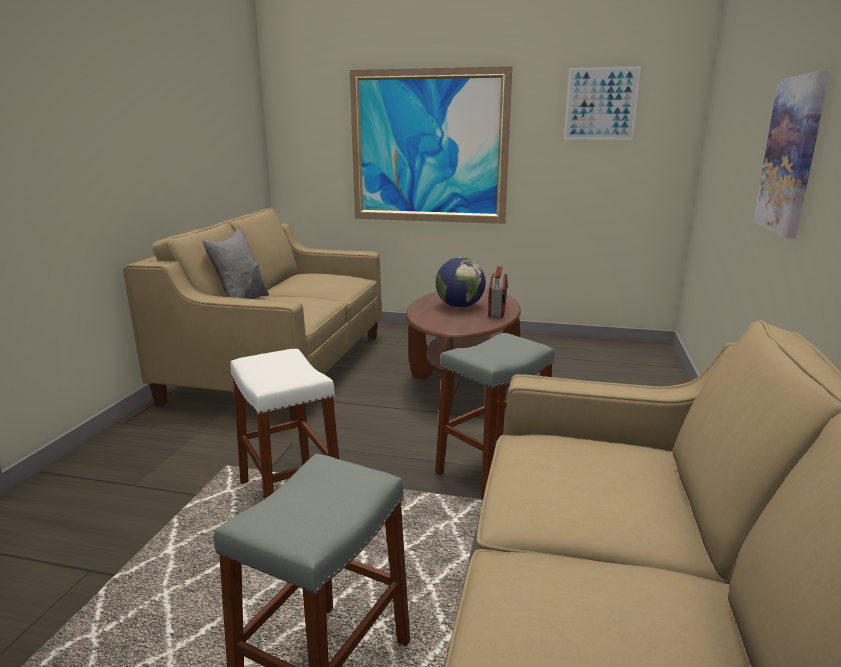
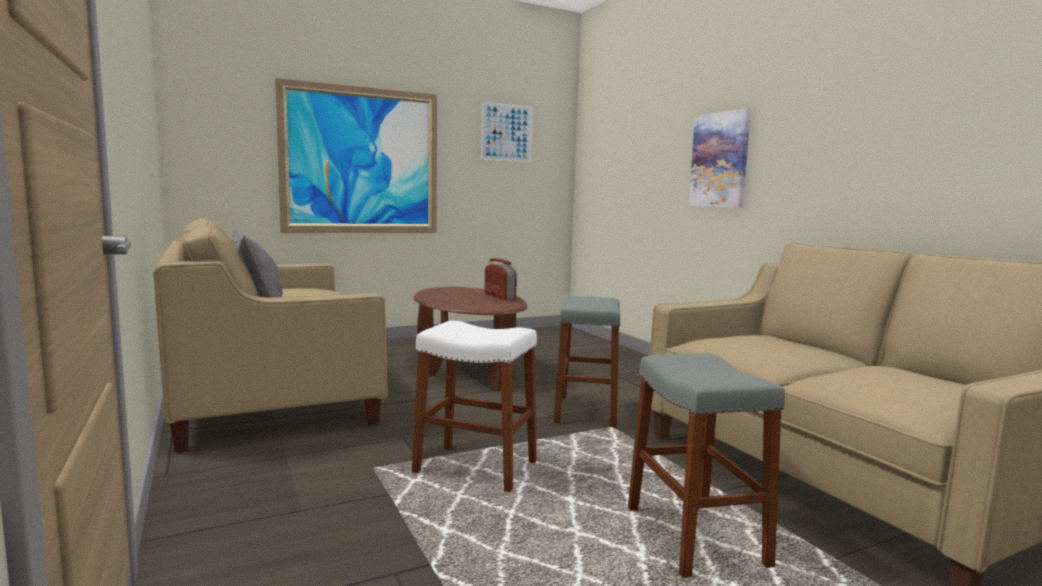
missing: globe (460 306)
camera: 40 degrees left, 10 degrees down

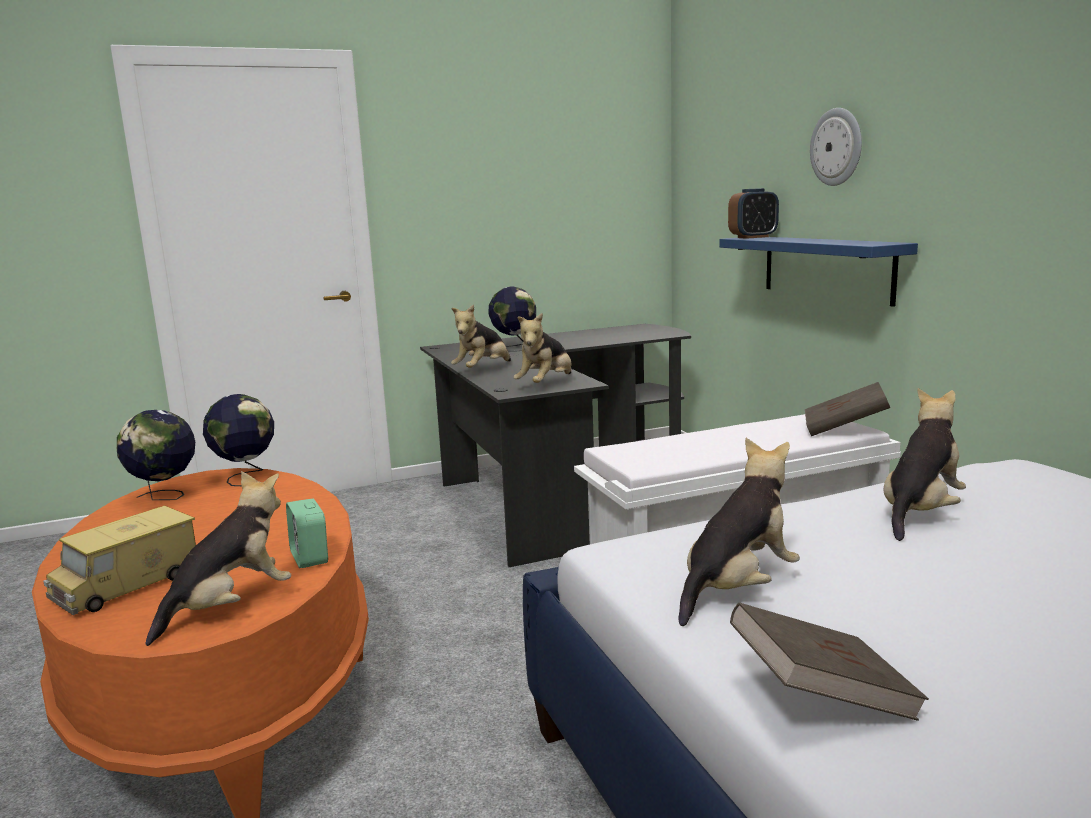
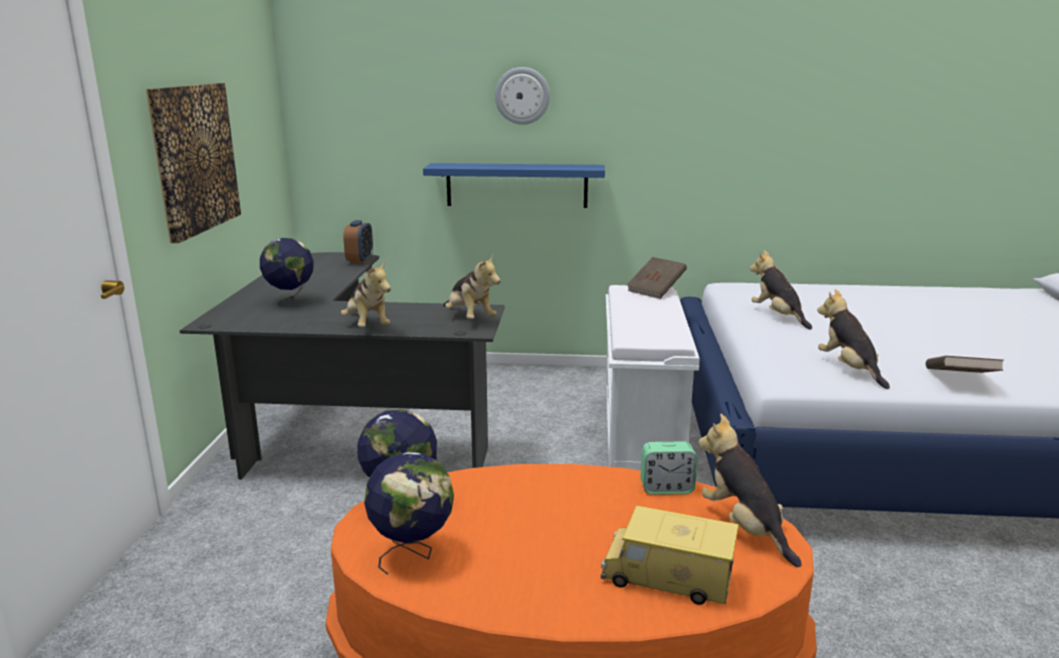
appeared: tableau (194 158)
relocated: réveil (753 237) to (360 260)
spun: camion jouet (127 585) = (667 578) 135 degrees clockwise
camera: 65 degrees left, 5 degrees up

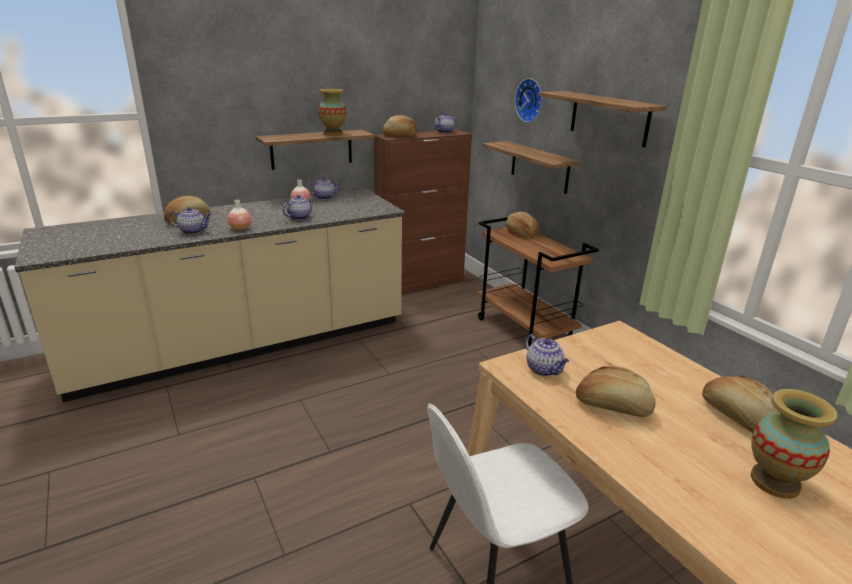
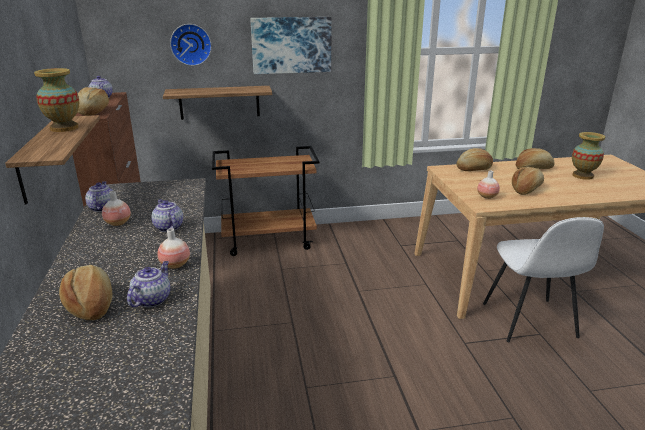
relocated: pain (521 232) to (474 169)
exchanged: théière (544 370) to vase (487 196); étagère (609 118) to tableau (291 45)
camera: 70 degrees left, 0 degrees up

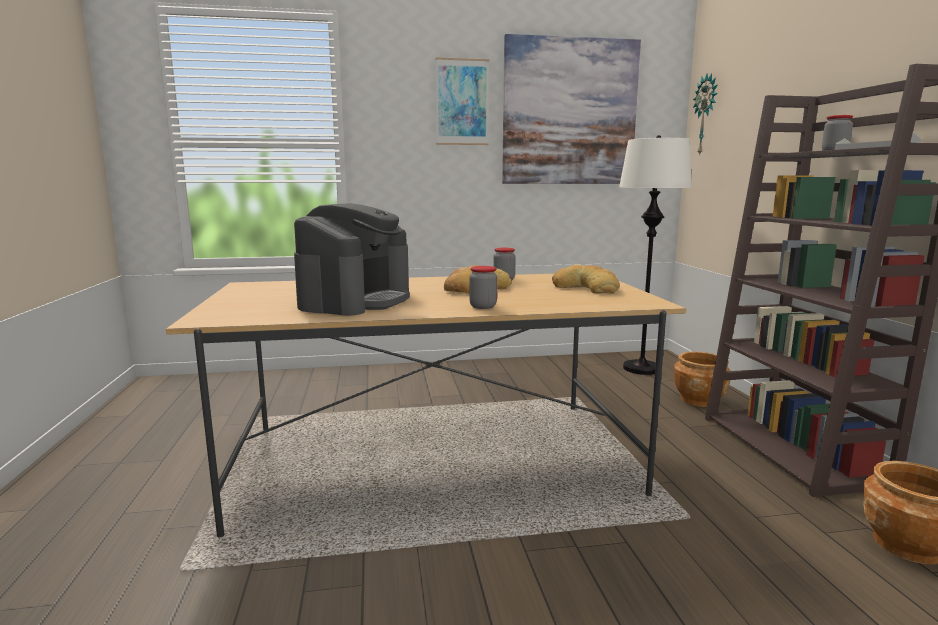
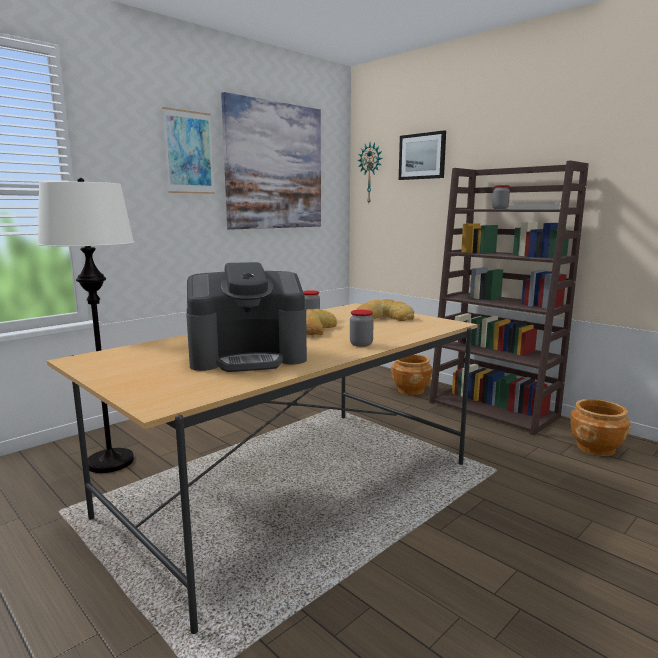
appeared: tableau (422 156)
relocated: lampadaire/blanc (641 368) to (110 462)
spun: machine à café (356 301) = (248 357) 90 degrees clockwise
camera: 35 degrees left, 0 degrees up

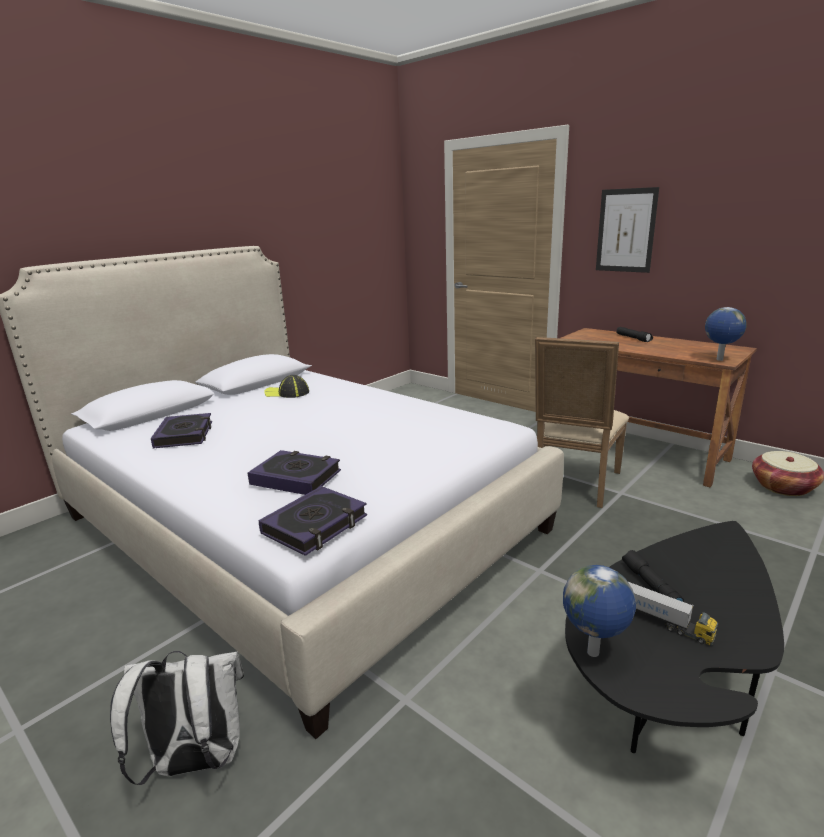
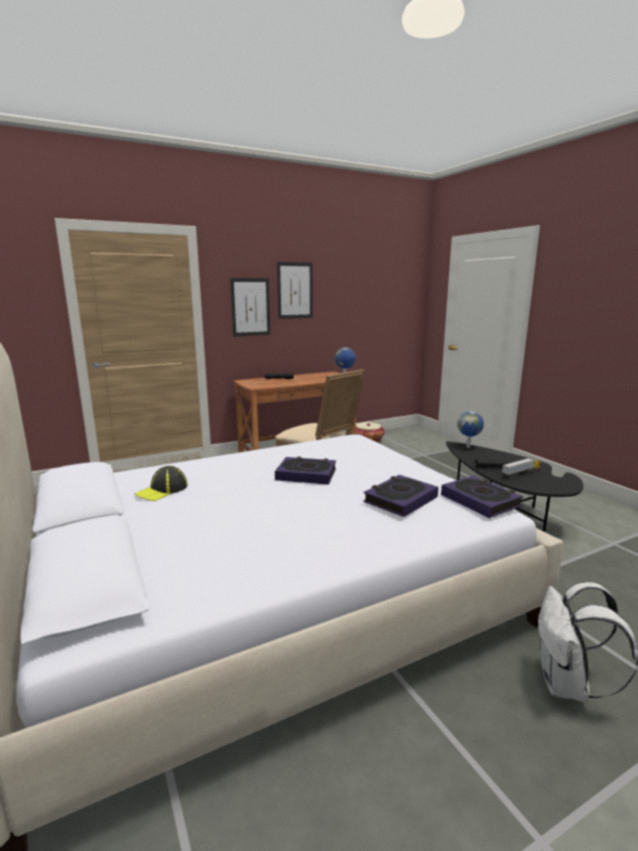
appeared: tableau (295 290)
relocated: livre (184 435) to (306 475); globe (594 654) to (468 447)
camera: 70 degrees left, 5 degrees down

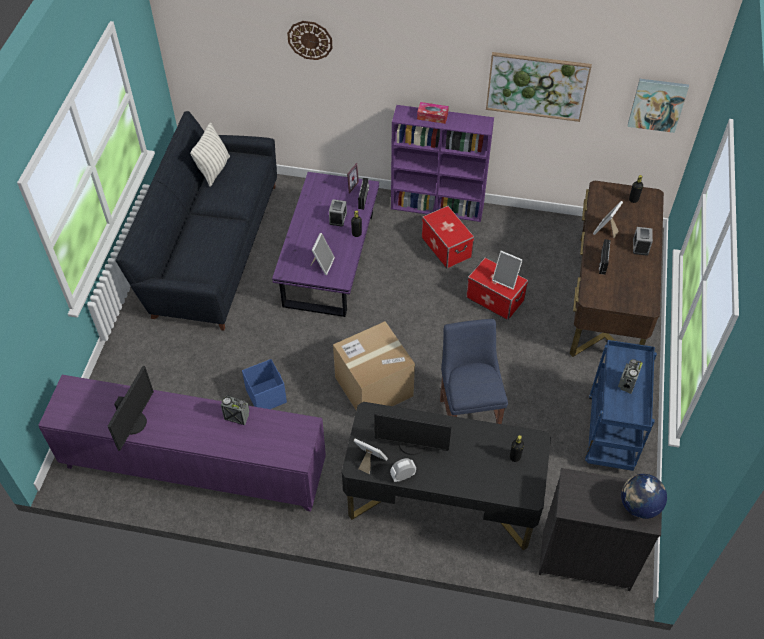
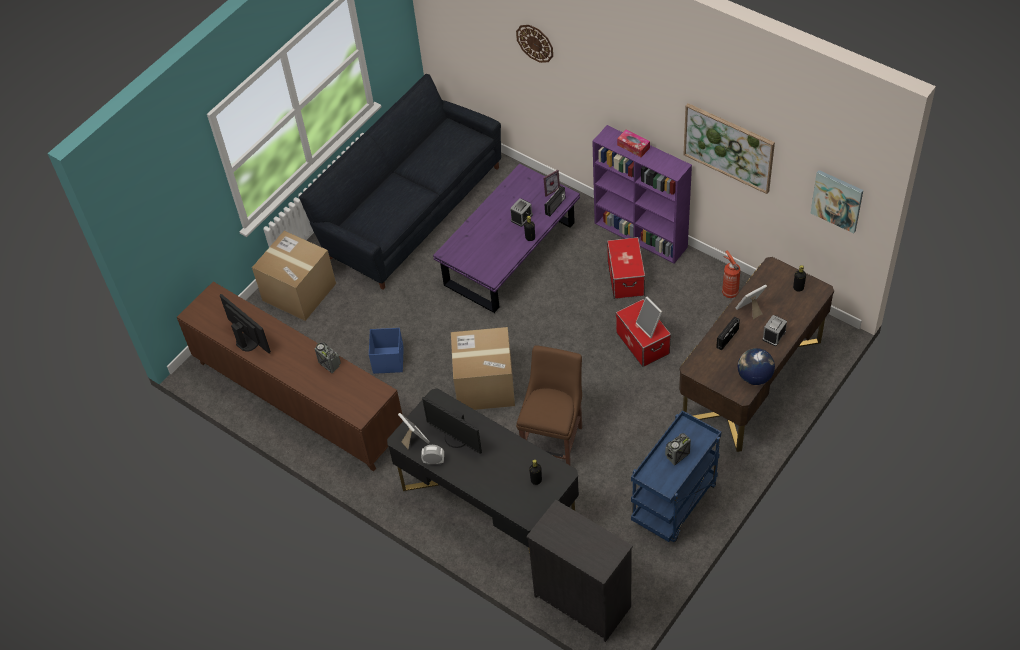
missing: coussin (214 170); cadre photo (322 264)
appeared: carton (299 292); extincteur (729 292)
relocated: globe (639 506) to (754 377)
colour: meuble de rangement/violet (195 468) to meuble de rangement/marron (299 401); chaise/bleu (468 415) to chaise/marron (554 440)
spun: écran d'ordinateur (134 423) = (248 341) 90 degrees counterclockwise
camera: 30 degrees right, 0 degrees up

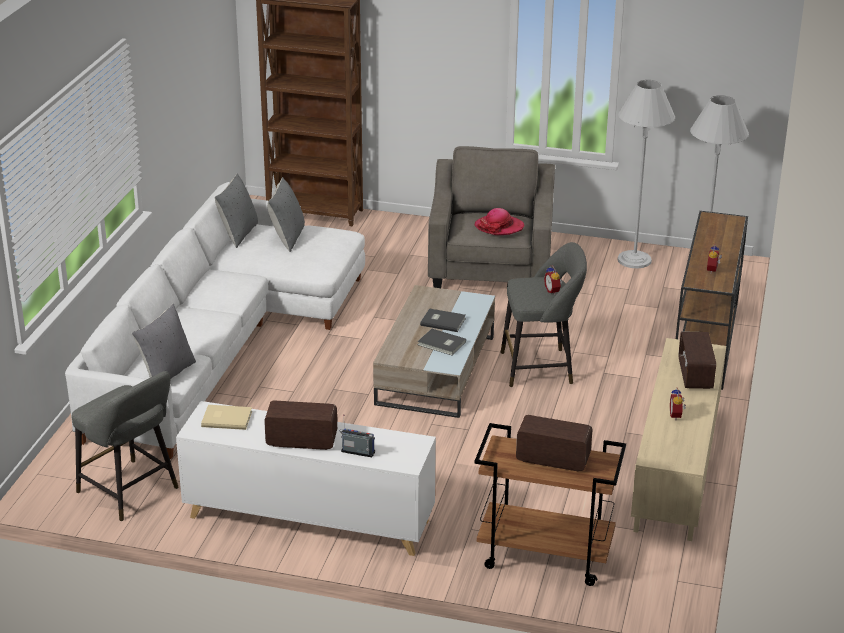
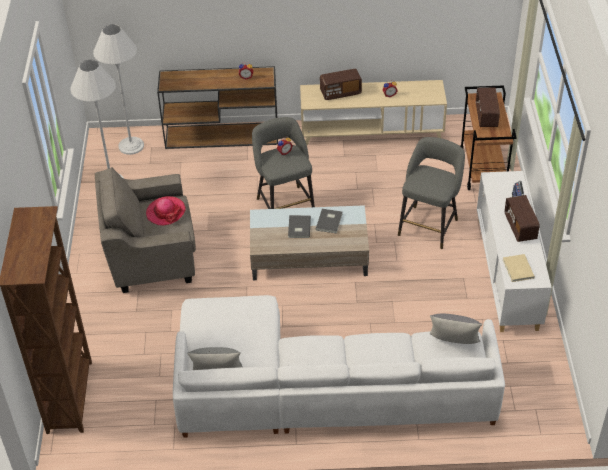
missing: coussin/gris (287 238)
relocated: tabouret/gris (131 492) to (429 225)
camera: 105 degrees left, 15 degrees up

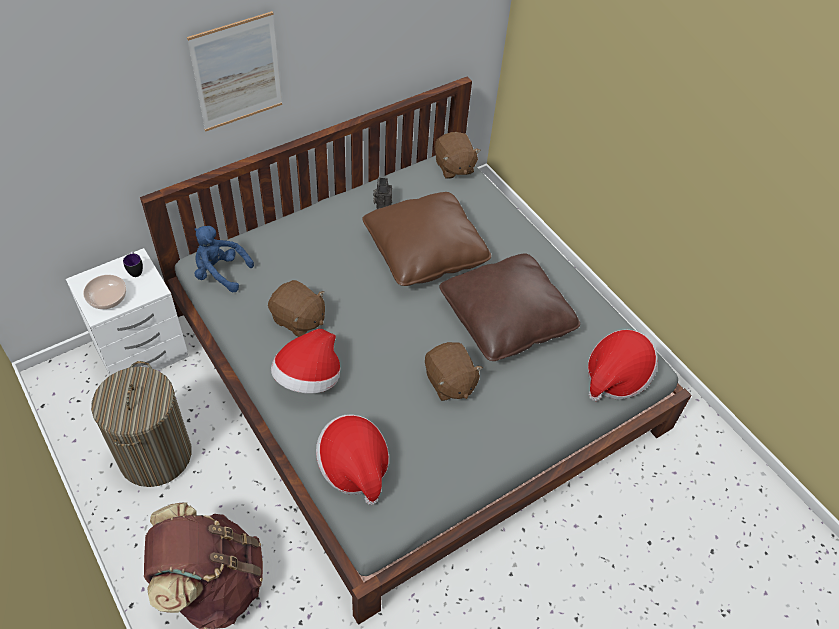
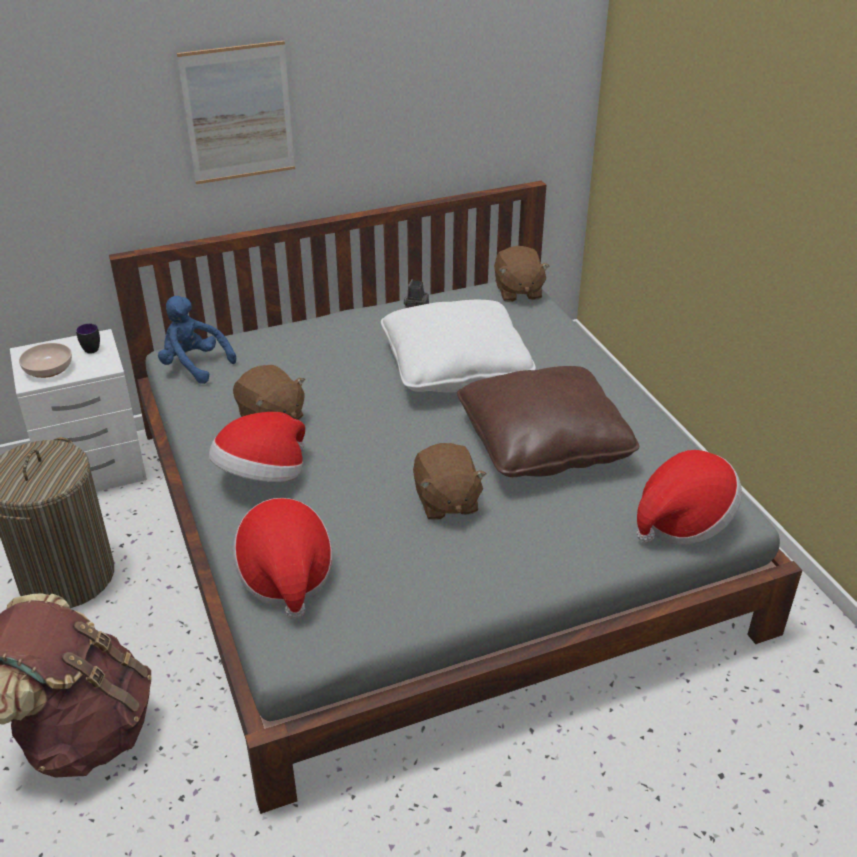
colour: coussin/marron (425 252) to coussin/blanc (455 367)
camera: 15 degrees right, 15 degrees down

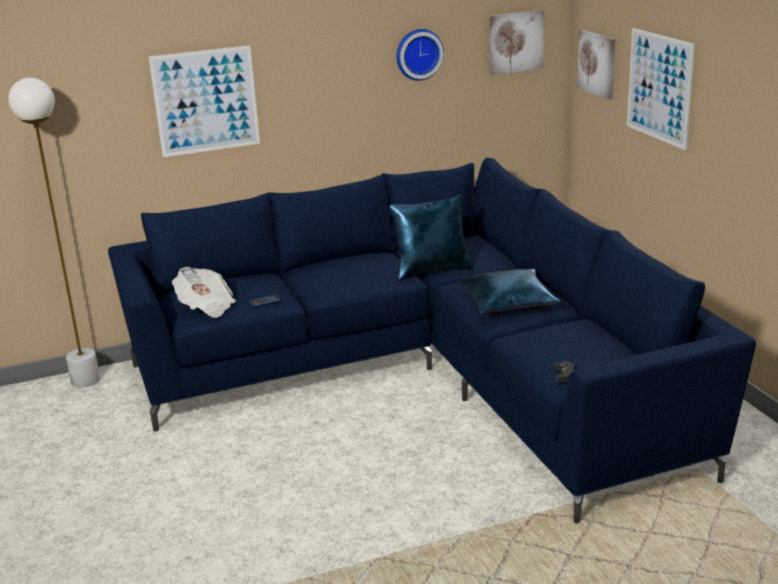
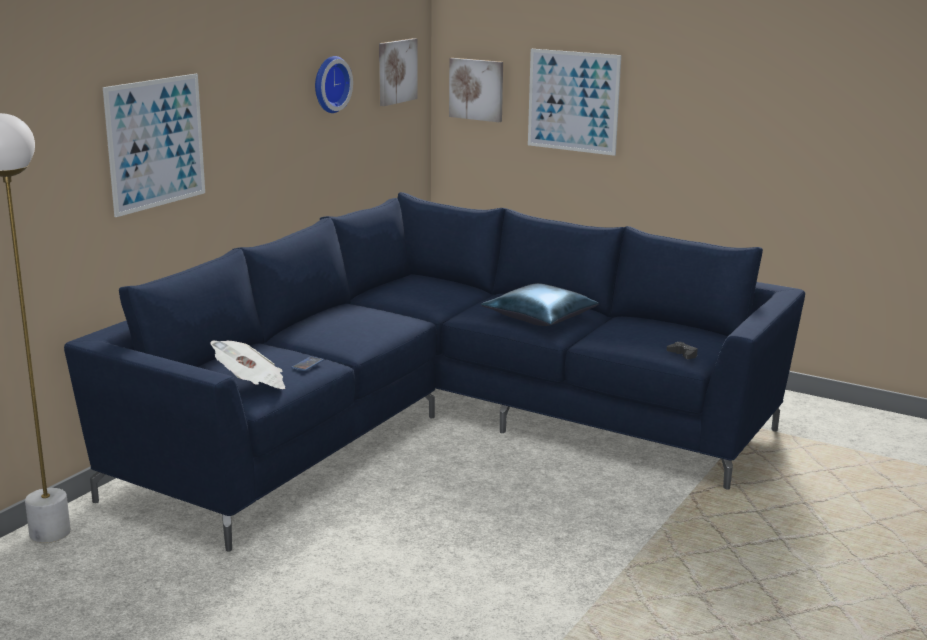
missing: coussin/bleu (432 271)
camera: 40 degrees left, 5 degrees down

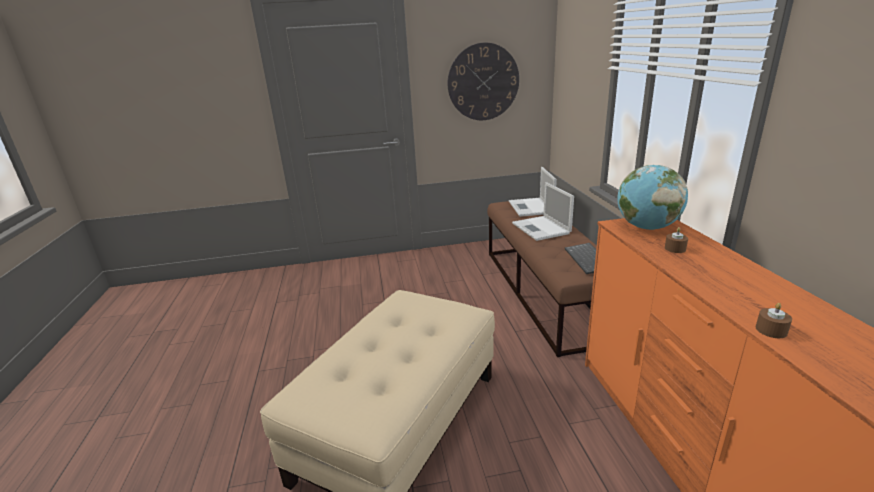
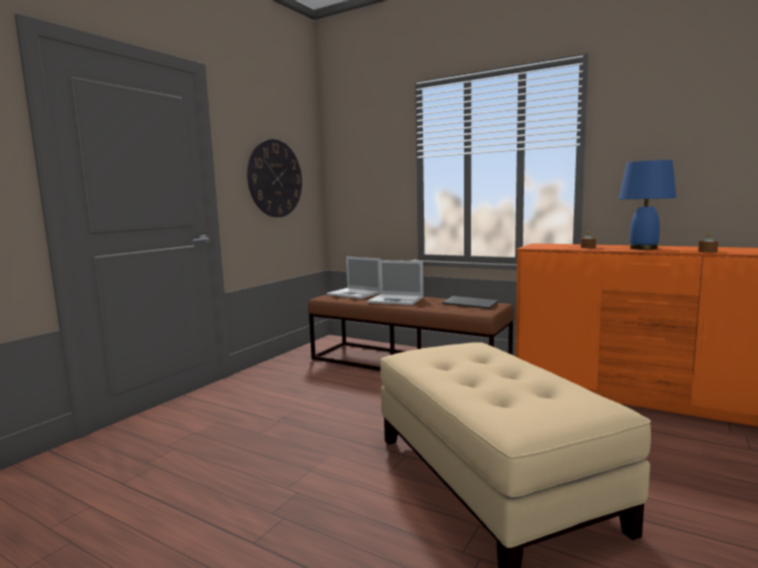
missing: globe (646 227)
appeared: lampe de table/bleu (643 248)
camera: 50 degrees left, 15 degrees down

